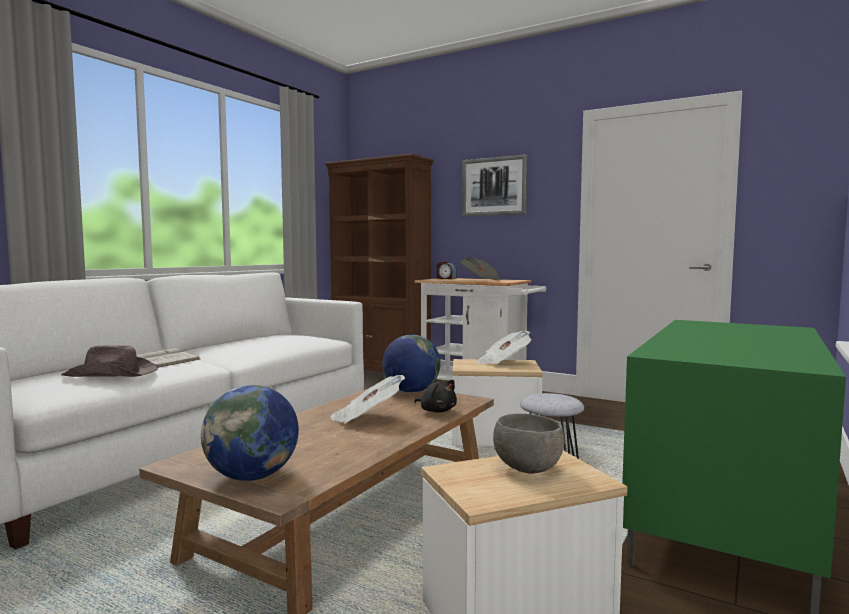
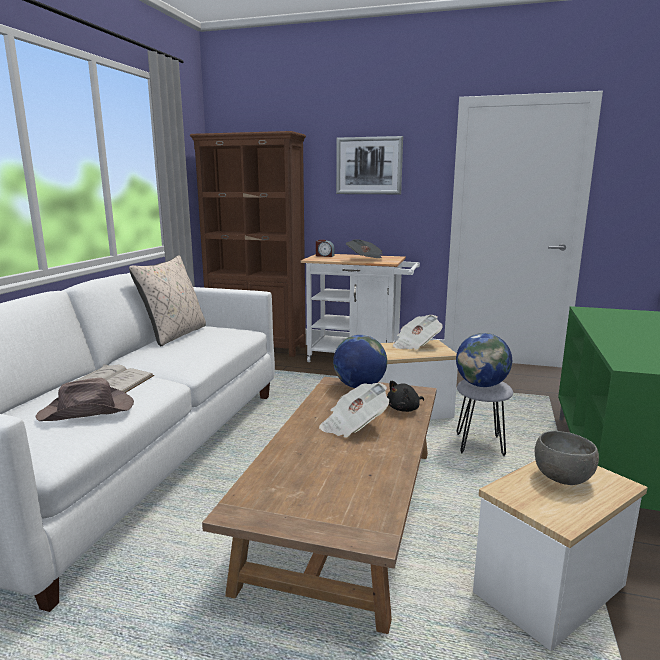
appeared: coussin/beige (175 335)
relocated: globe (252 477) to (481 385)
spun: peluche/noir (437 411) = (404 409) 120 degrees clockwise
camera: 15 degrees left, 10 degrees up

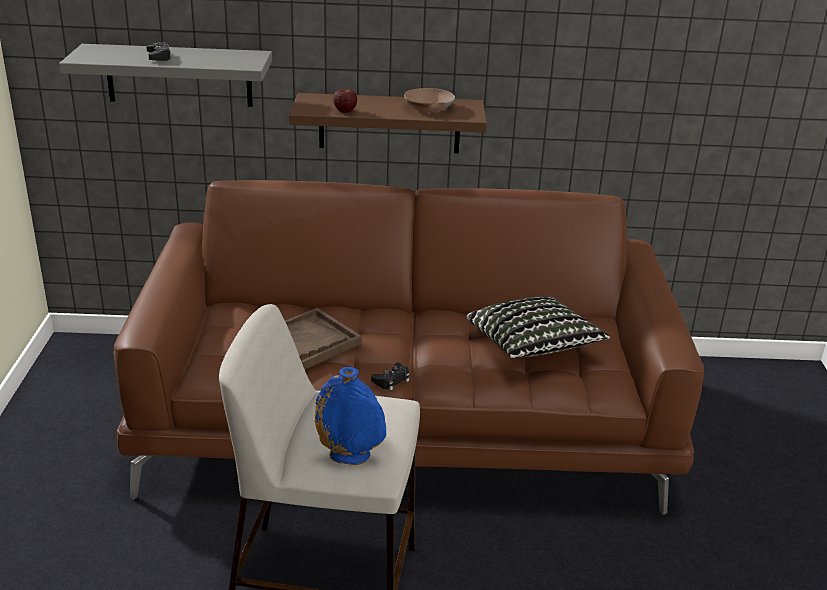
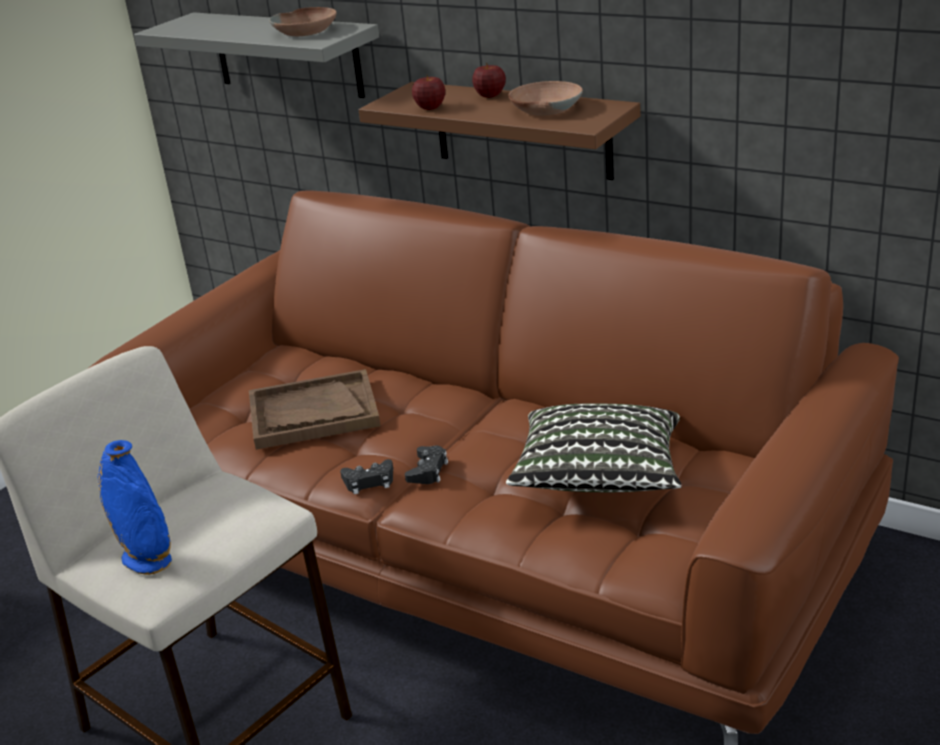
appeared: bol/marron (306 31); pomme (490 95)
relocated: manette/noir (159 56) to (428 470)
camera: 35 degrees right, 0 degrees up

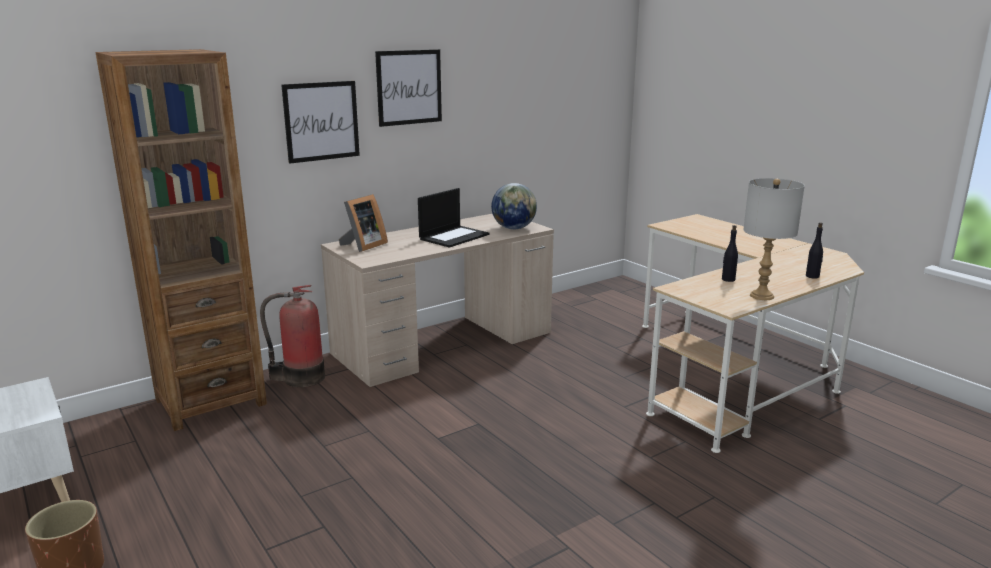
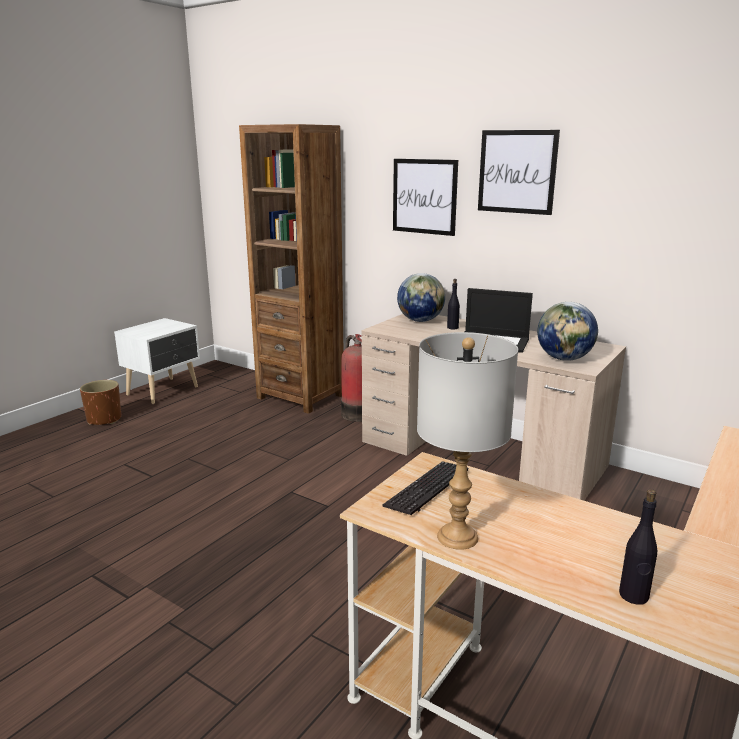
appeared: clavier (427 489)
relocated: bouteille/noir (728 279) to (452 327)
exchanged: cadre photo (363 246) to globe (420 321)
camera: 70 degrees right, 0 degrees up

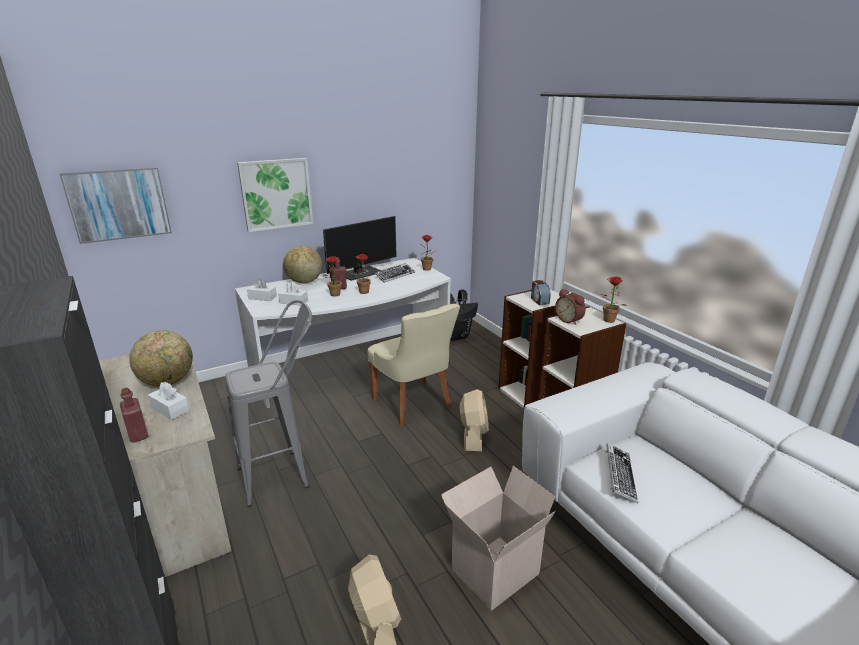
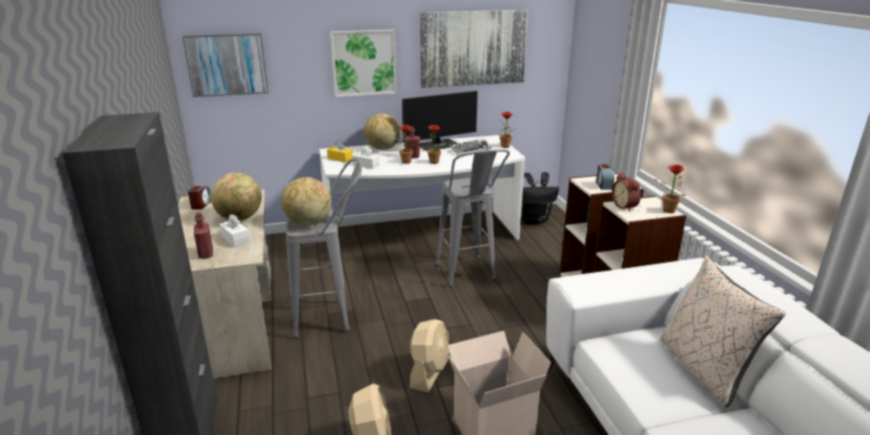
missing: clavier (619 475)
appeared: réveil (201 205); globe (308 223); tableau (473 48); coussin/beige (703 369)
relocated: ventilateur/beige (473 435) to (429 372)
exchanged: chaise/beige (413 404) to tabouret/gris (468 277)
colour: boîte à mouchoirs/blanc (262 297) to boîte à mouchoirs/jaune (340 159)
camera: 15 degrees right, 0 degrees up

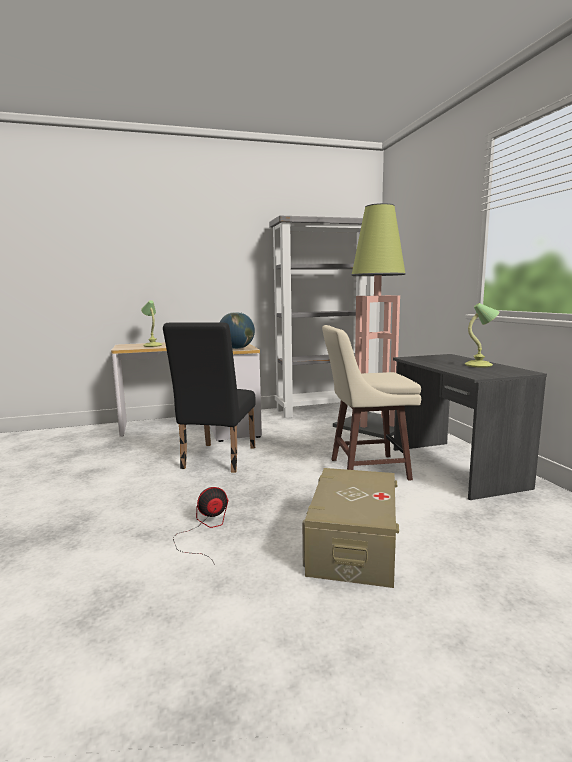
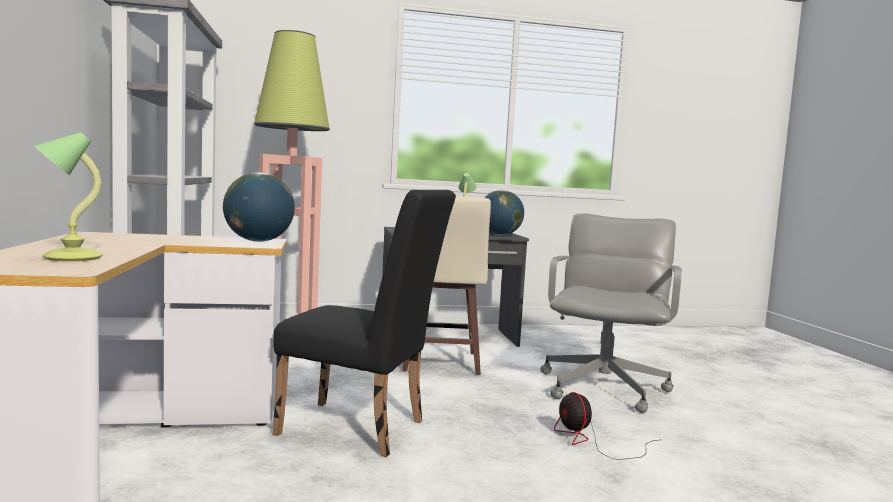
appeared: globe (500 235)
exchanged: boîte de rangement/beige (353 544) to chaise de bureau/gris (605 388)
camera: 85 degrees left, 5 degrees down

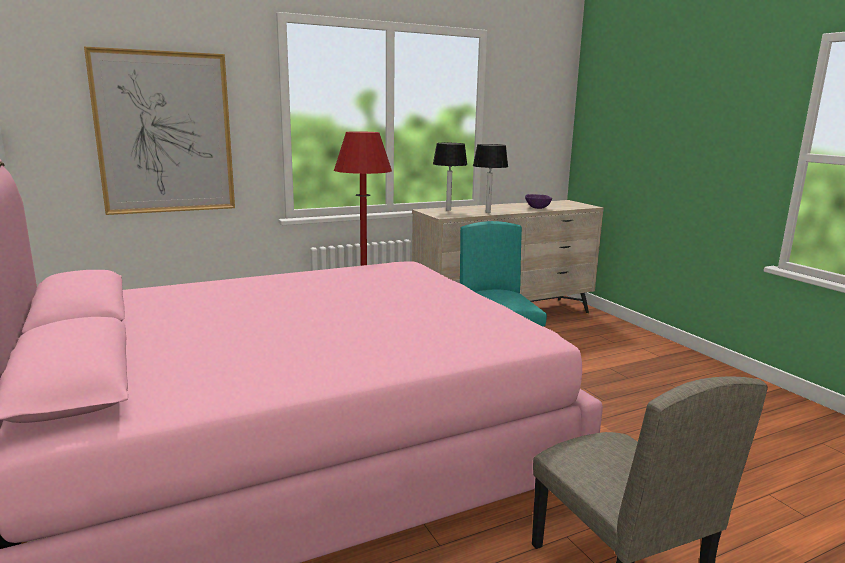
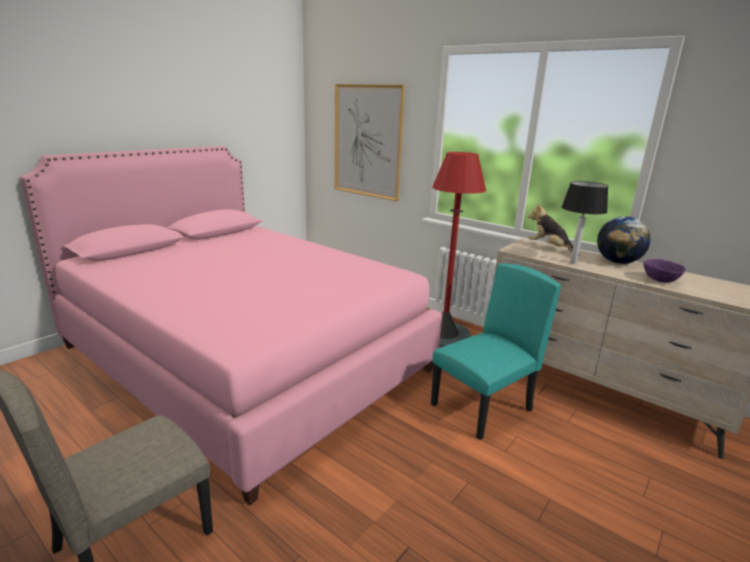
appeared: globe (618 262)
exchanged: lampe de table (448 210) to peluche (549 248)
camera: 65 degrees right, 5 degrees up

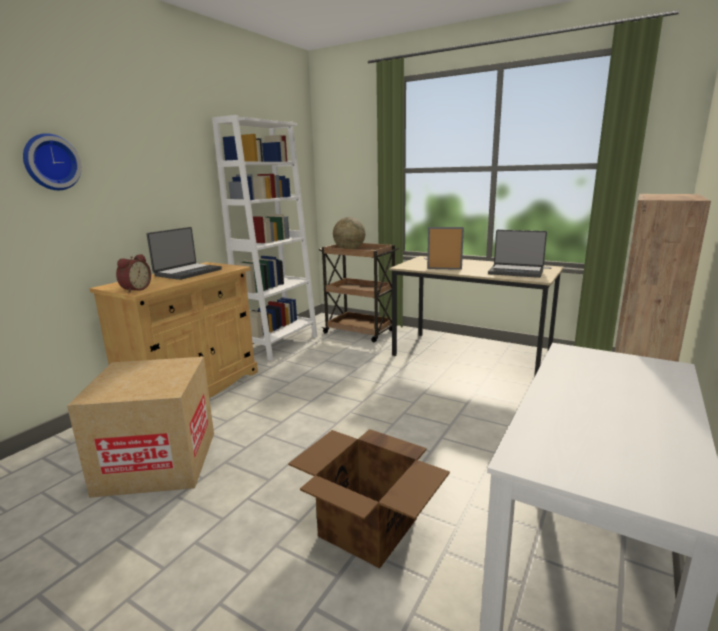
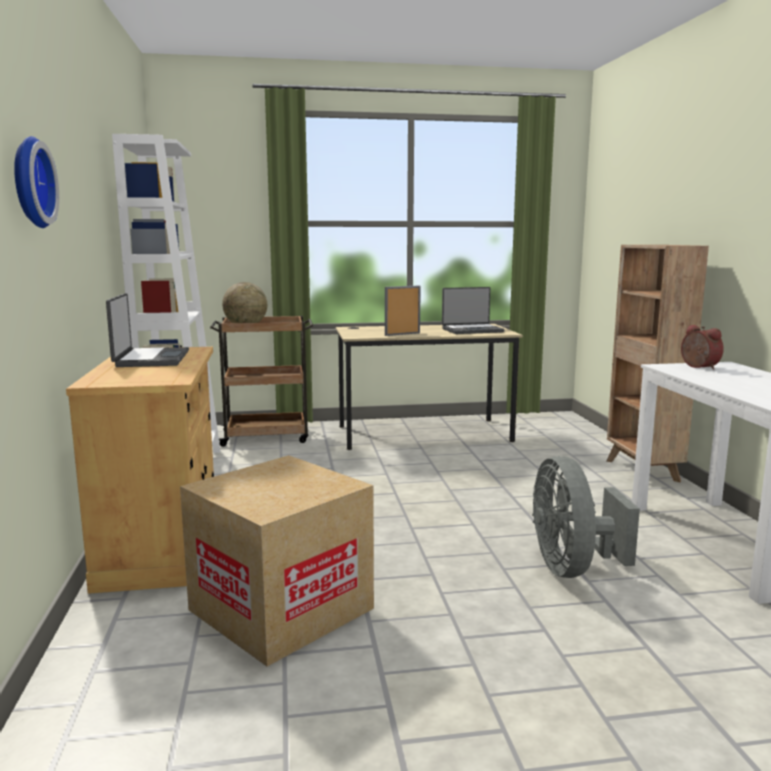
relocated: réveil (135 289) to (698 367)
exchanged: carton (369 528) to ventilateur/gris (572 568)
camera: 40 degrees left, 5 degrees down

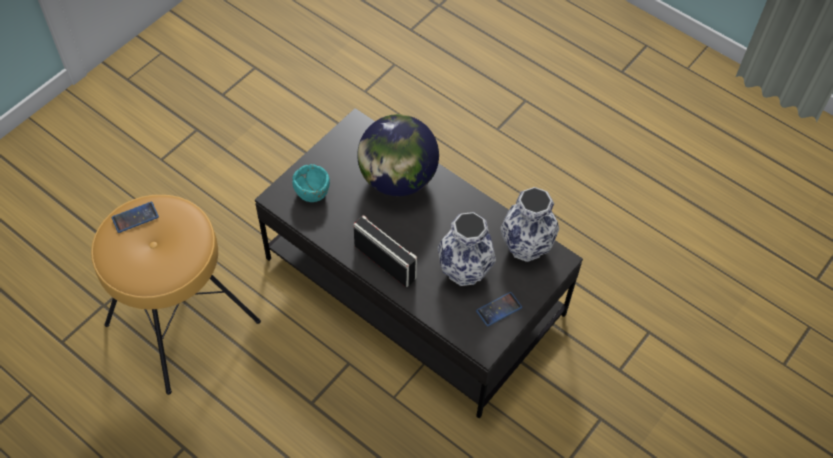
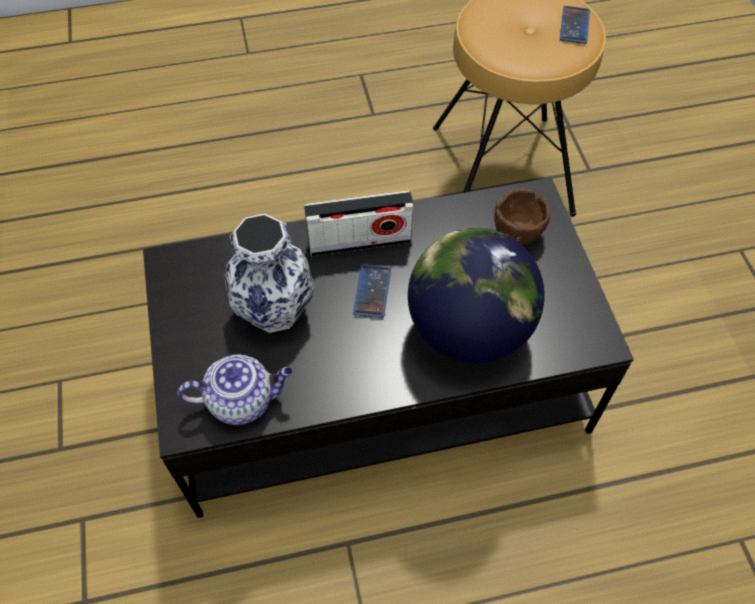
relocated: téléphone (499 309) to (372 291)
exchanged: vase (525 246) to théière (242 400)
colour: bol/turquoise (312 193) to bol/marron (517 232)
camera: 130 degrees right, 0 degrees up

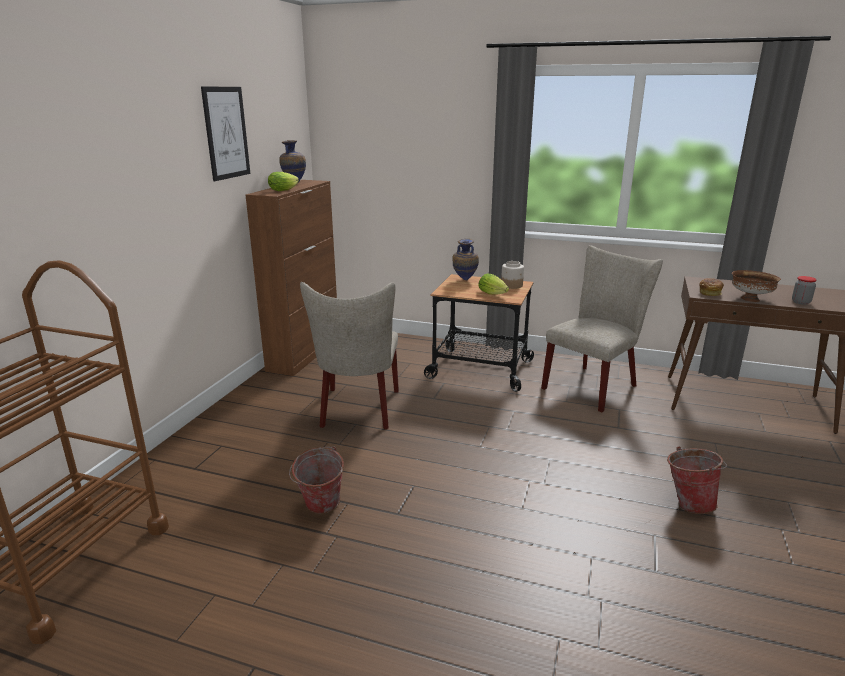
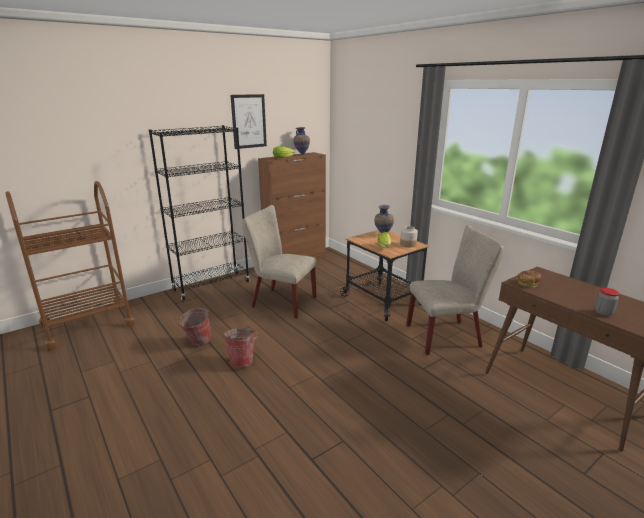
missing: bol/marron (750 299)
appeared: bibliothèque/noir (211 286)
relocated: seau (688 503) to (243 361)
spun: chaise/beige (358 411) = (280 301) 75 degrees clockwise
camera: 35 degrees right, 0 degrees up

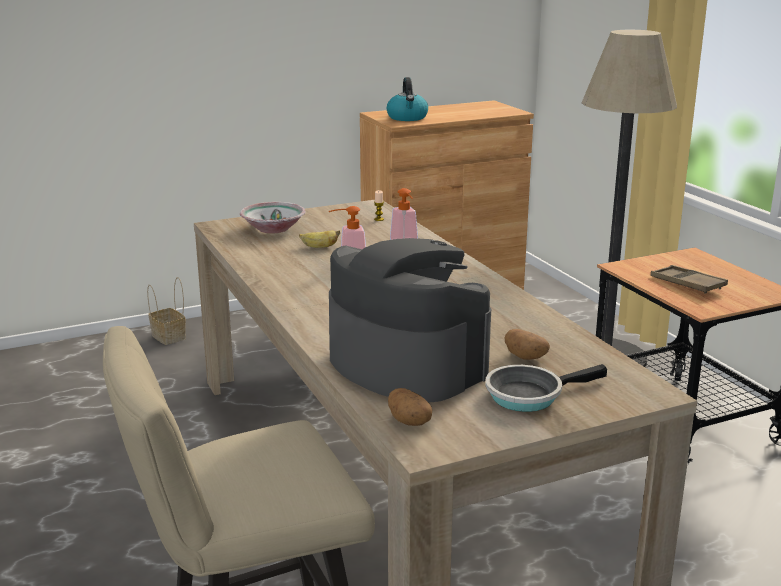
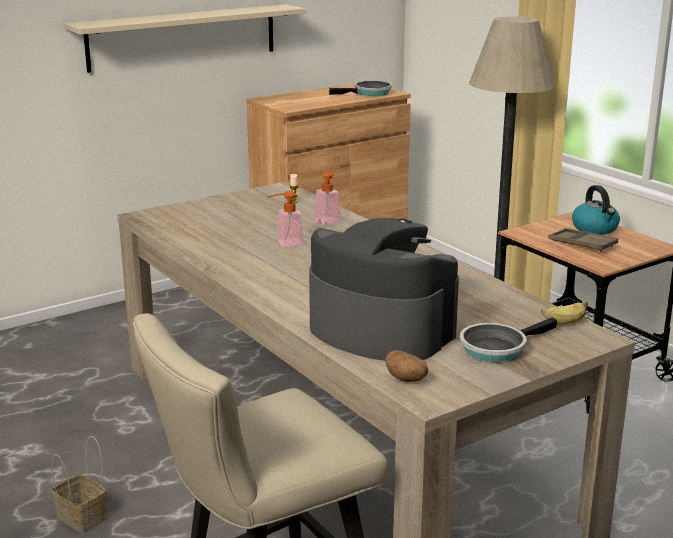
missing: bol (273 229); pomme de terre (526 357)
appeared: étagère/beige (183 37); poêle (369 93)
relocated: panier (170 337) to (84 517); banane (319 247) to (564 323); bouilloire (407 118) to (595 229)
camera: 10 degrees left, 0 degrees up

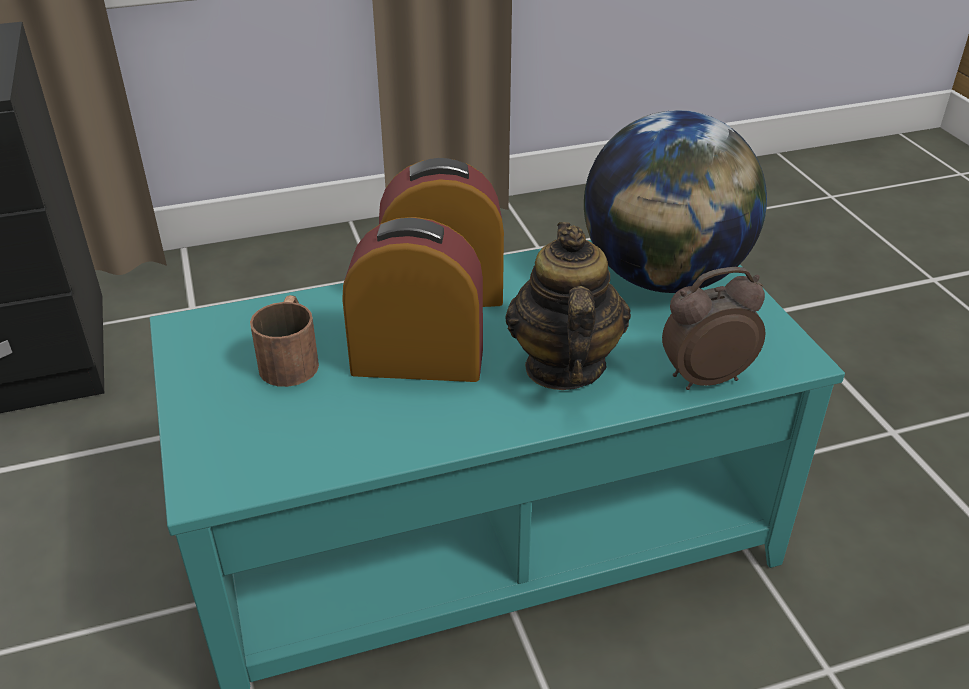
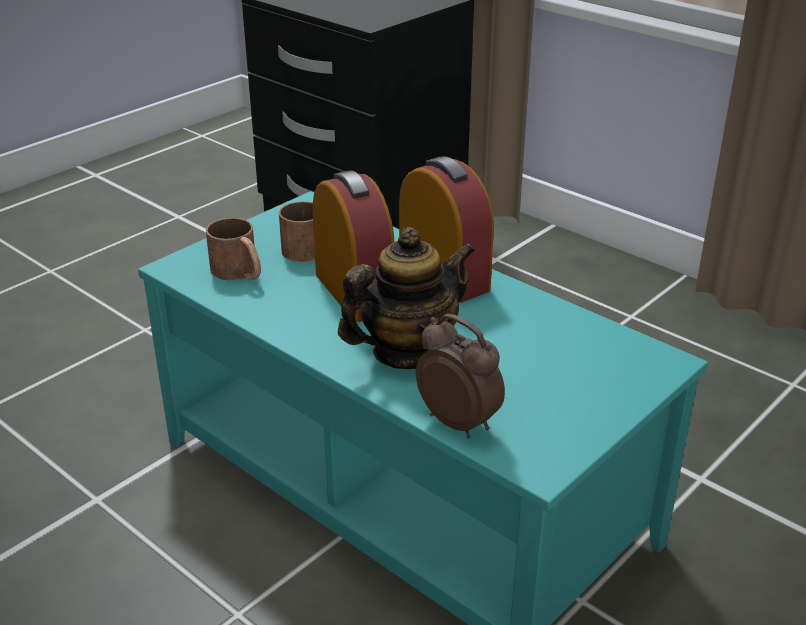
missing: globe (663 278)
appeared: mug/marron (240 273)
camera: 60 degrees right, 5 degrees down

